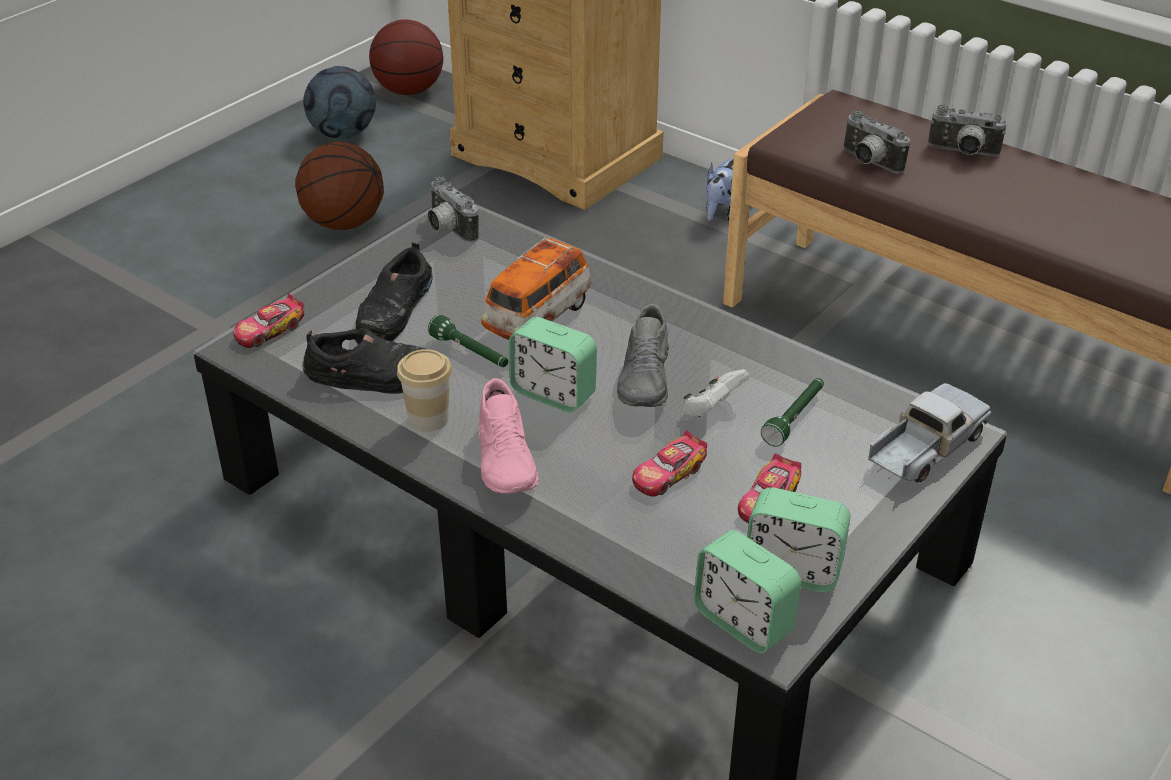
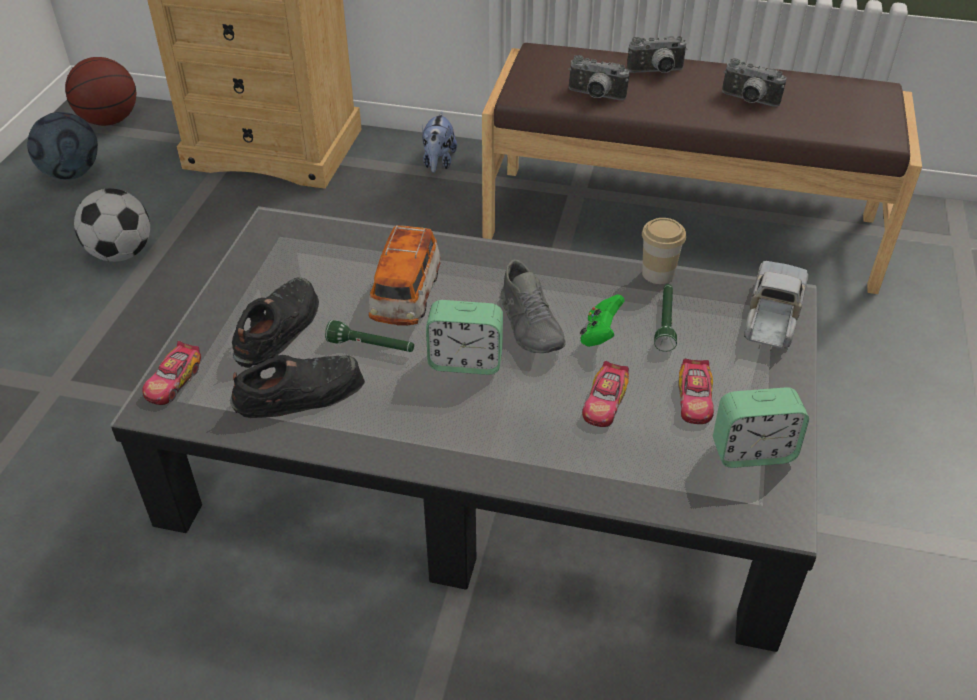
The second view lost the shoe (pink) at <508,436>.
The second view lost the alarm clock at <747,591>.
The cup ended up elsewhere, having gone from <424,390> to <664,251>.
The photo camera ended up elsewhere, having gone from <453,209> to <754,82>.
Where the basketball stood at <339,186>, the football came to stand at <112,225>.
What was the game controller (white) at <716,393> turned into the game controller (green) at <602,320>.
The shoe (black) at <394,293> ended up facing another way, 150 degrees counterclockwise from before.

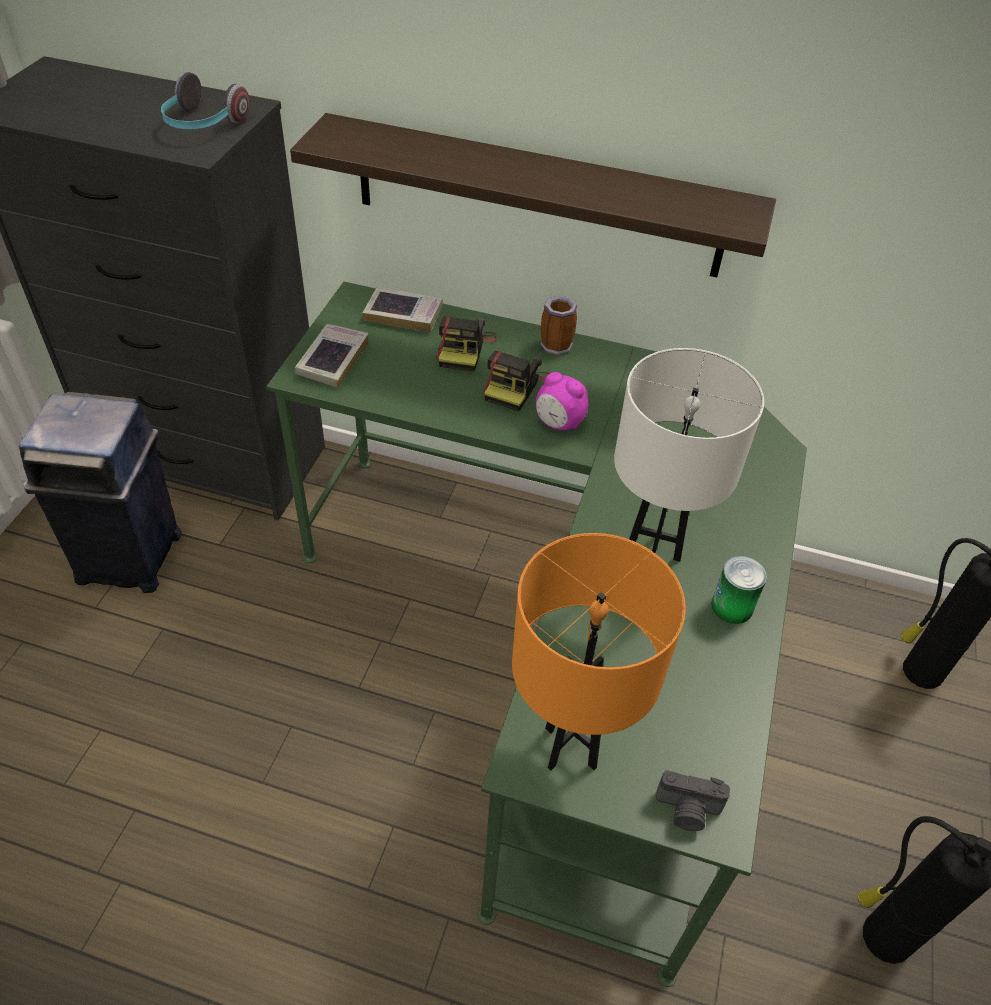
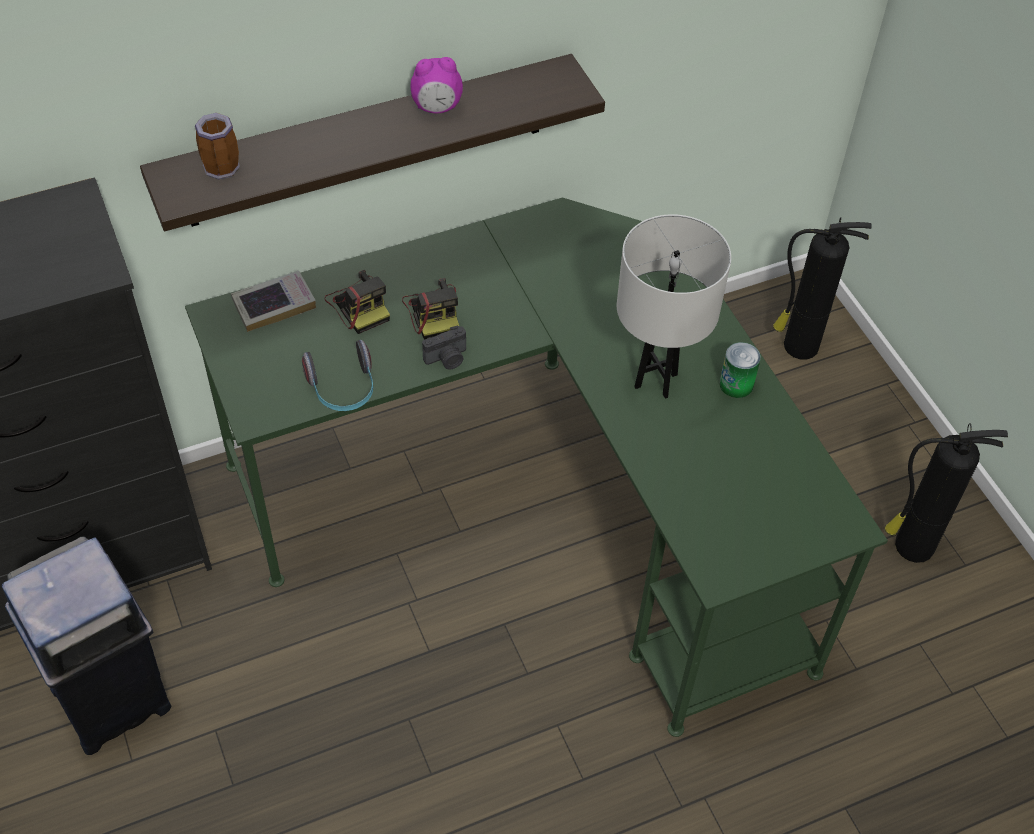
The second view lost the book at <332,356>.
The second view lost the table lamp (orange) at <599,651>.
The headphones ended up elsewhere, having gone from <205,100> to <337,375>.
The alarm clock ended up elsewhere, having gone from <562,401> to <437,85>.
The mug ended up elsewhere, having gone from <558,325> to <217,146>.
The photo camera ended up elsewhere, having gone from <693,800> to <444,347>.

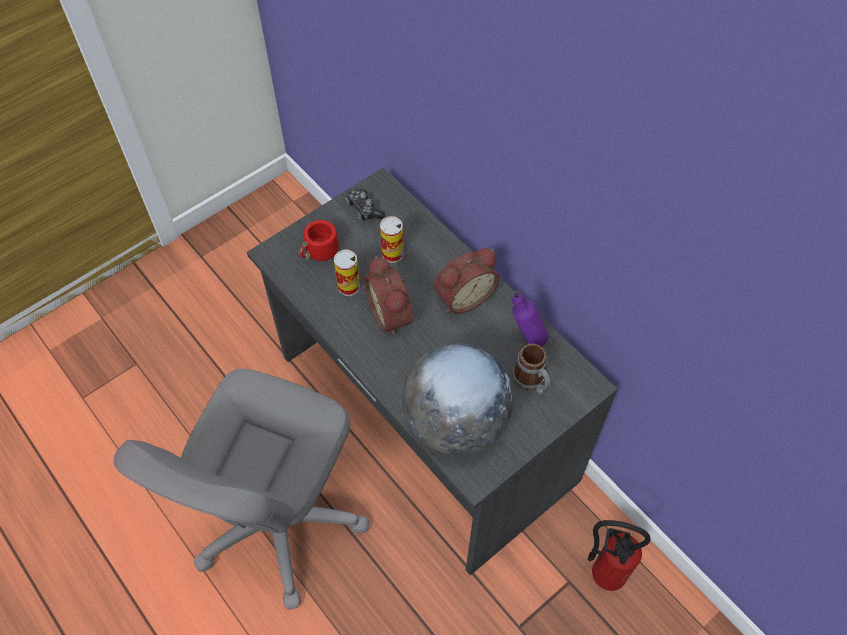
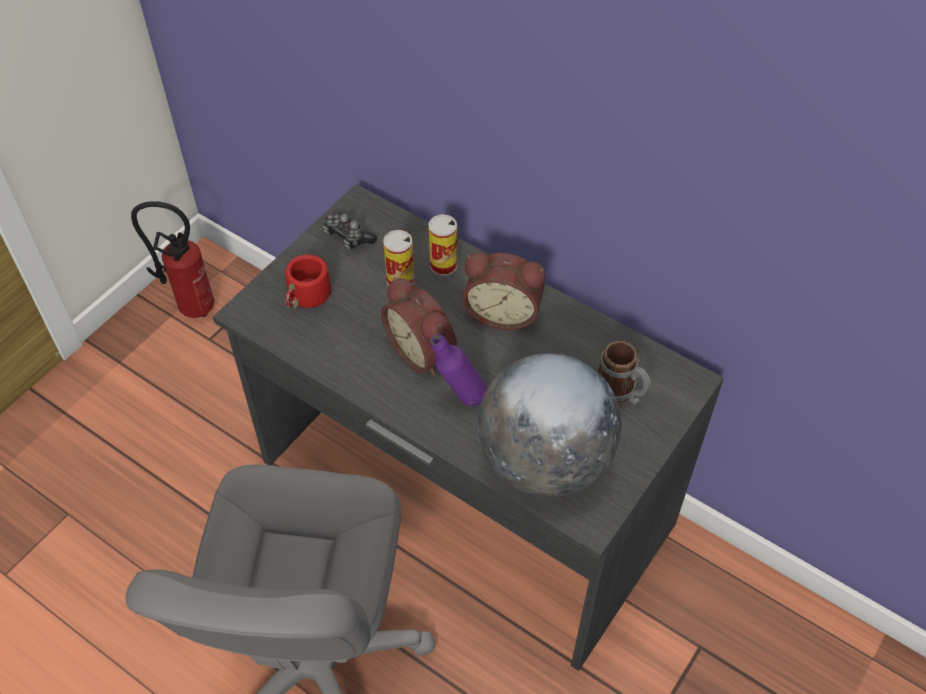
The can ended up elsewhere, having gone from <347,273> to <442,245>.
The bottle (purple) ended up elsewhere, having gone from <529,318> to <458,370>.
The fire extinguisher ended up elsewhere, having gone from <619,555> to <172,259>.
The alarm clock at <466,281> ended up facing another way, 60 degrees clockwise from before.

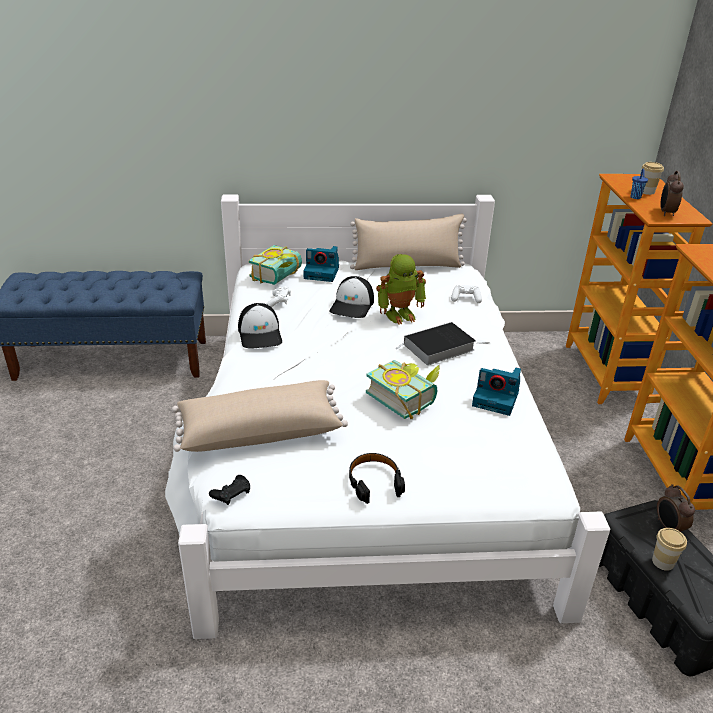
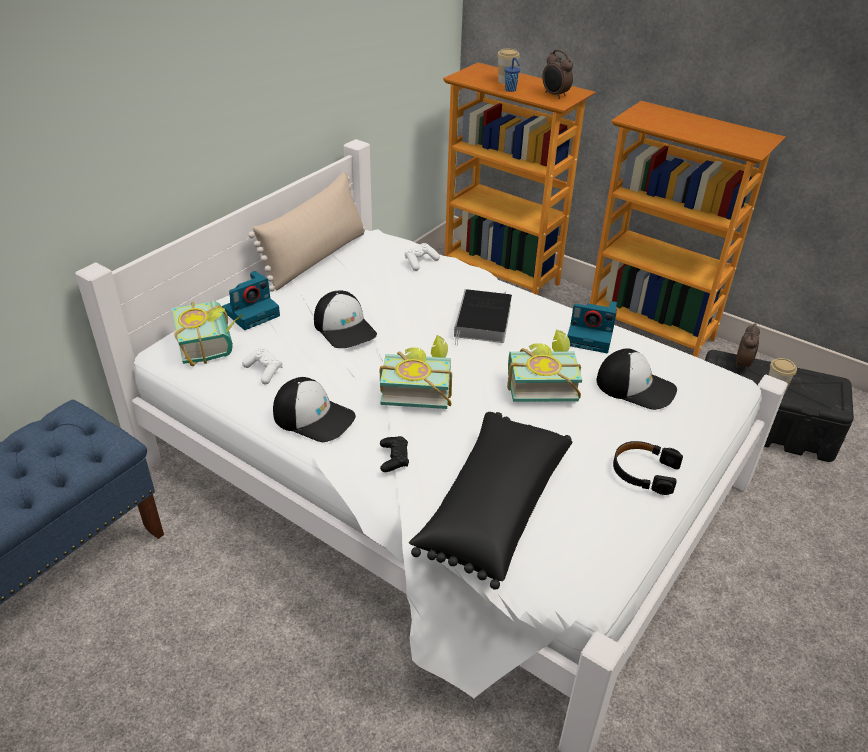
The second view lost the toy robot at <401,289>.
The second view gained the book at <416,372>.
The second view gained the cap at <637,379>.
The game controller (black) ended up elsewhere, having gone from <229,490> to <394,454>.
What was the pillow (beige) at <260,416> turned into the pillow (black) at <491,501>.
The photo camera at <496,391> ended up facing another way, 45 degrees clockwise from before.
The alarm clock at <676,508> ended up facing another way, 90 degrees counterclockwise from before.

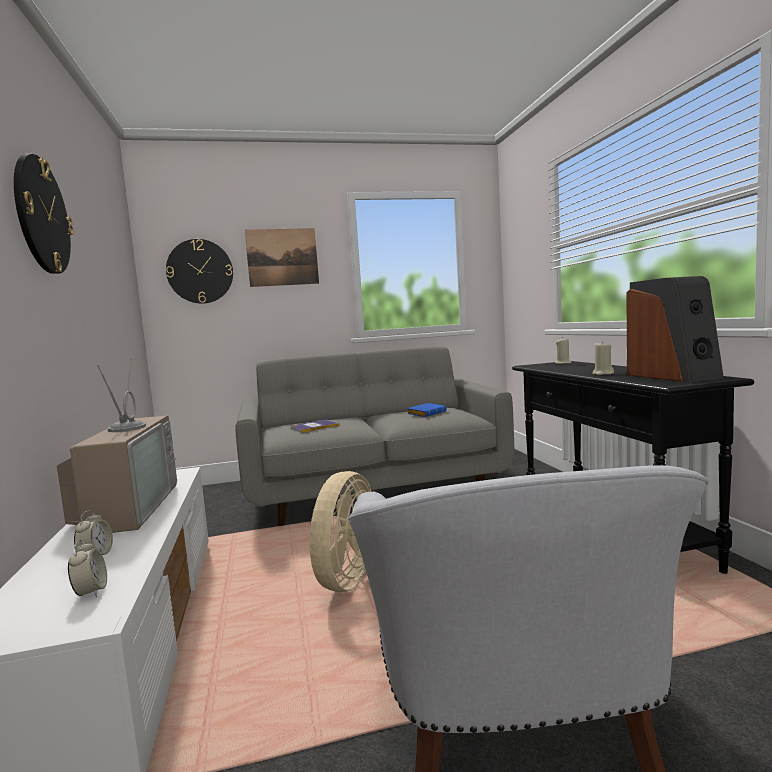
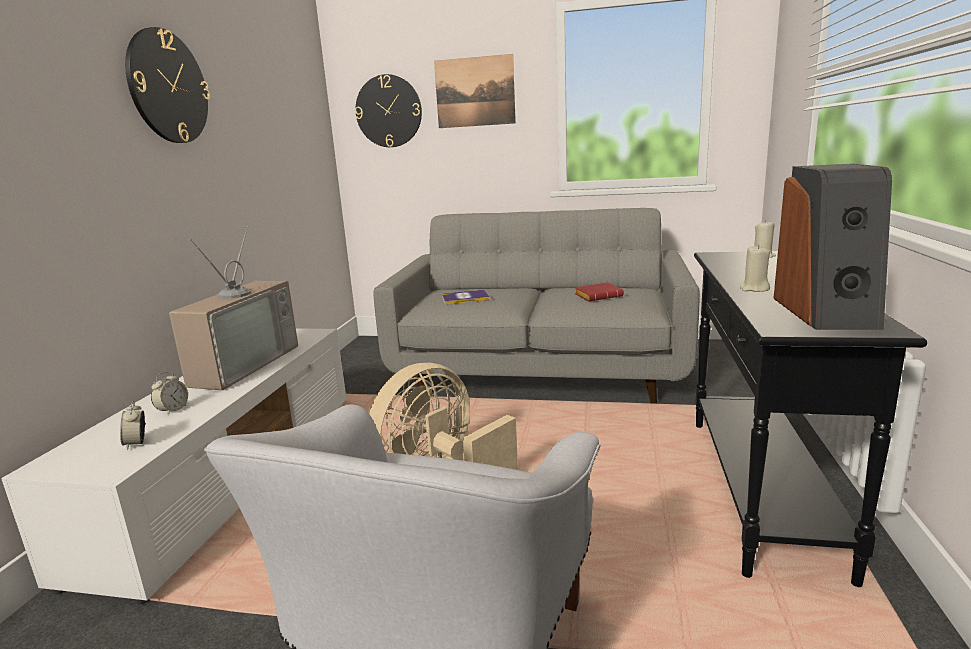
What was the book (blue) at <426,410> turned into the book (red) at <599,291>.
The alarm clock at <87,568> ended up facing another way, 150 degrees clockwise from before.

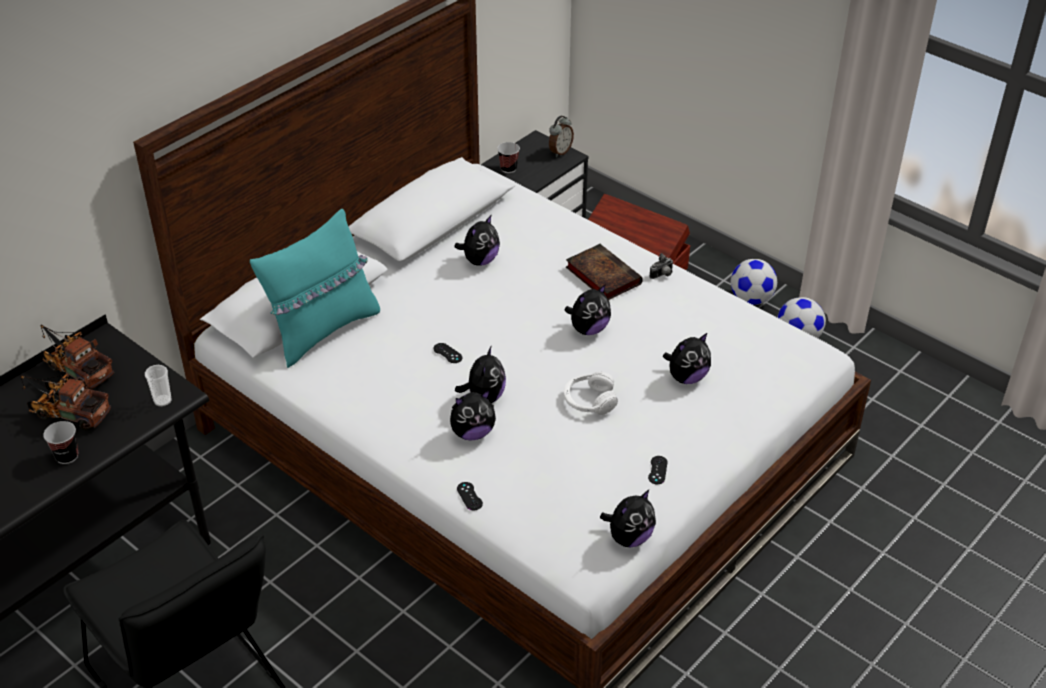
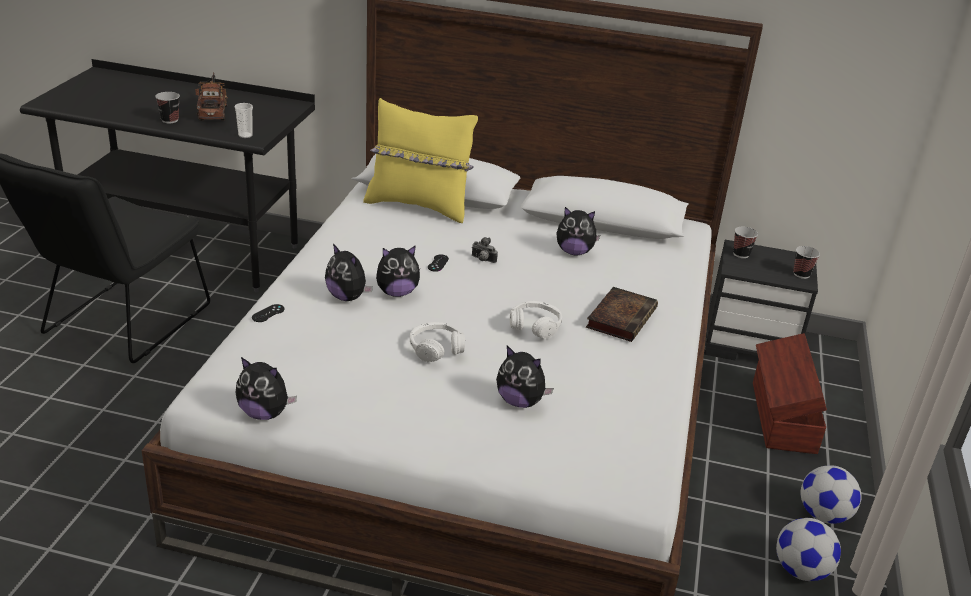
The second view lost the toy truck at <77,357>.
The second view lost the game controller (black) at <658,470>.
The photo camera ended up elsewhere, having gone from <661,266> to <484,250>.
Where the alarm clock stood at <561,136>, the cup came to stand at <806,262>.
Where the plush toy stood at <587,309>, the headphones (white) came to stand at <536,320>.
What was the pillow (turquoise) at <315,288> turned into the pillow (yellow) at <420,160>.

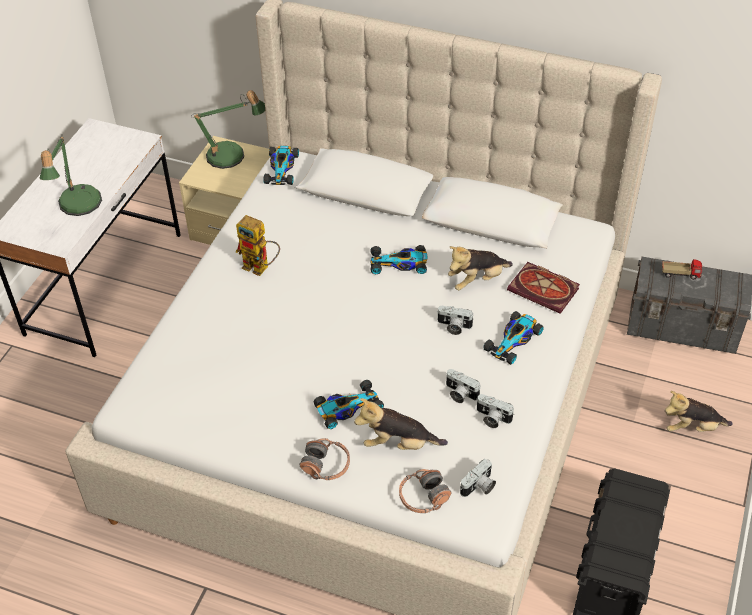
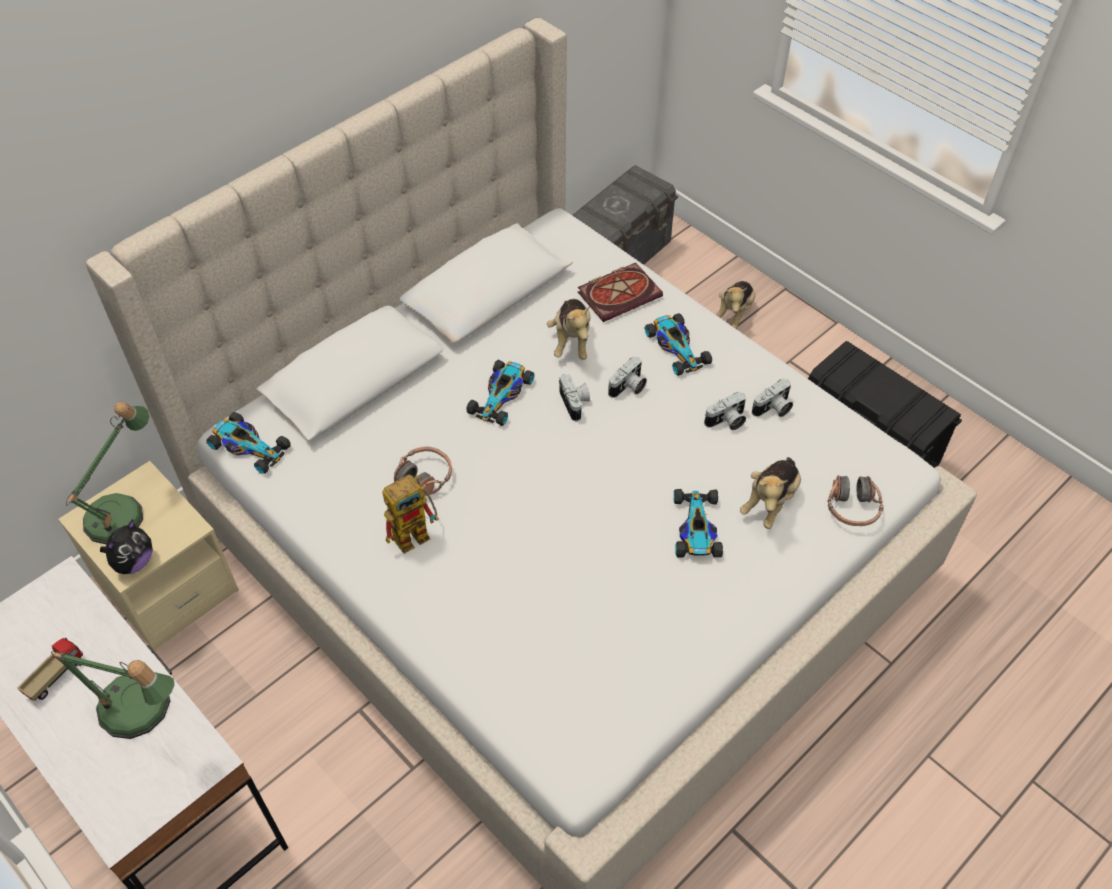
The second view gained the plush toy at <126,546>.
The headphones ended up elsewhere, having gone from <325,459> to <423,471>.
The photo camera ended up elsewhere, having gone from <478,478> to <574,397>.
The toy truck ended up elsewhere, having gone from <682,269> to <50,669>.

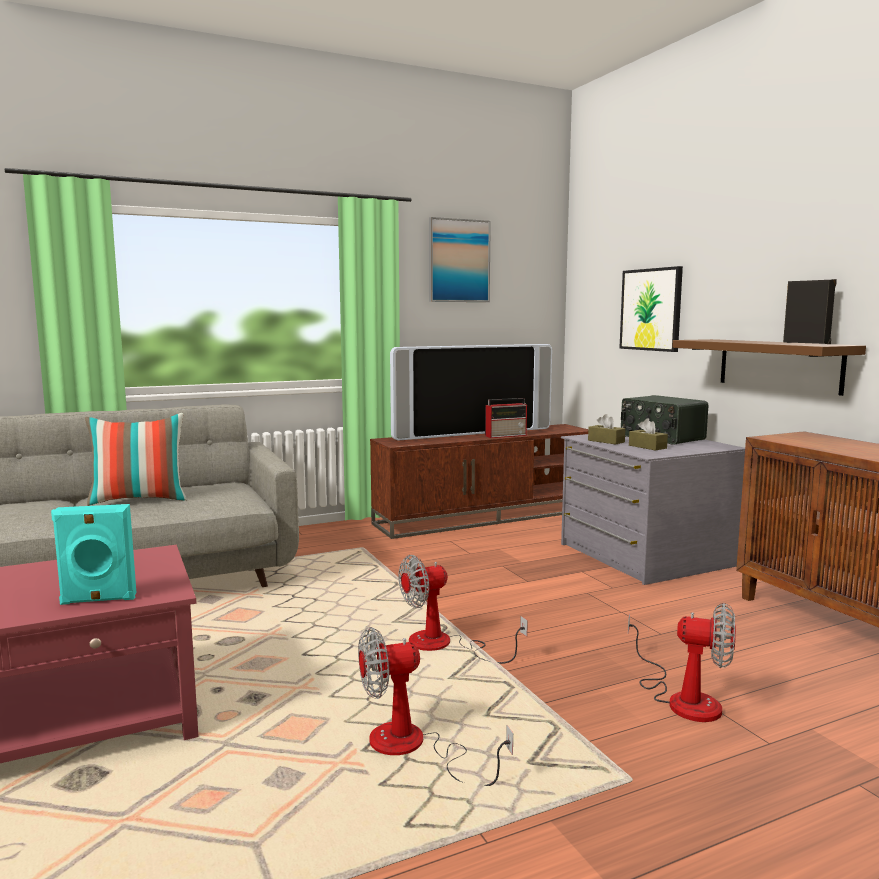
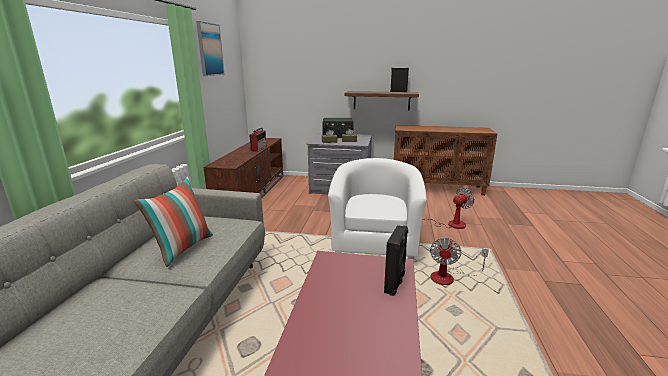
The second view lost the television at <471,392>.
The second view lost the picture at <651,309>.
Where the fan stood at <463,609>, the armchair (white) came to stand at <377,209>.
What was the speaker (turquoise) at <93,554> turned into the speaker (black) at <396,260>.

